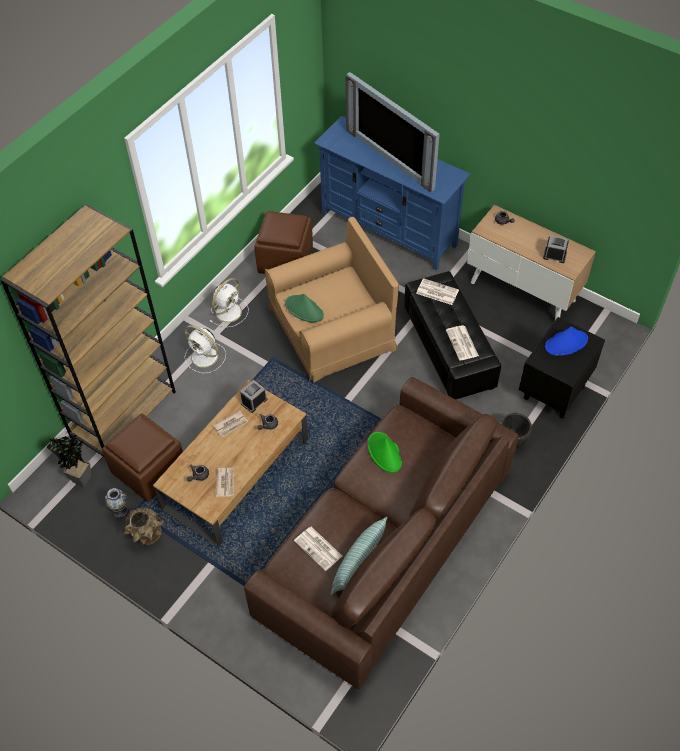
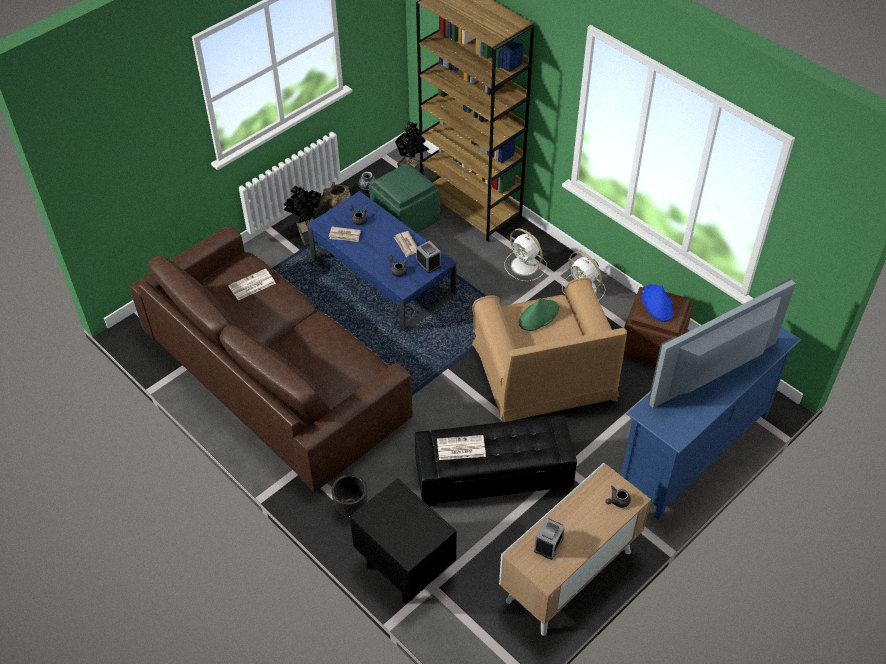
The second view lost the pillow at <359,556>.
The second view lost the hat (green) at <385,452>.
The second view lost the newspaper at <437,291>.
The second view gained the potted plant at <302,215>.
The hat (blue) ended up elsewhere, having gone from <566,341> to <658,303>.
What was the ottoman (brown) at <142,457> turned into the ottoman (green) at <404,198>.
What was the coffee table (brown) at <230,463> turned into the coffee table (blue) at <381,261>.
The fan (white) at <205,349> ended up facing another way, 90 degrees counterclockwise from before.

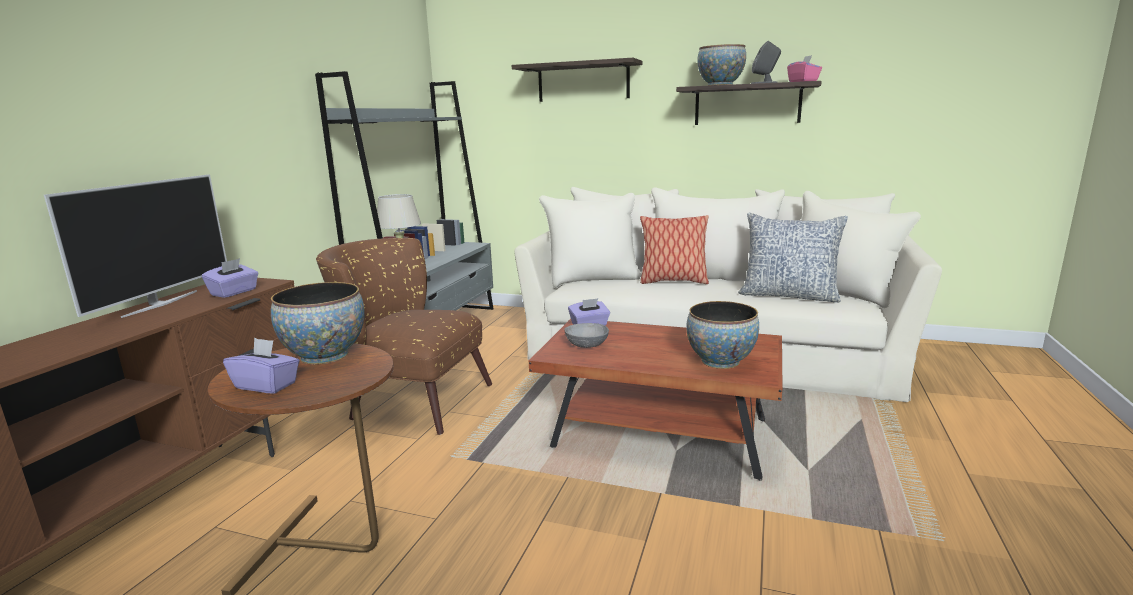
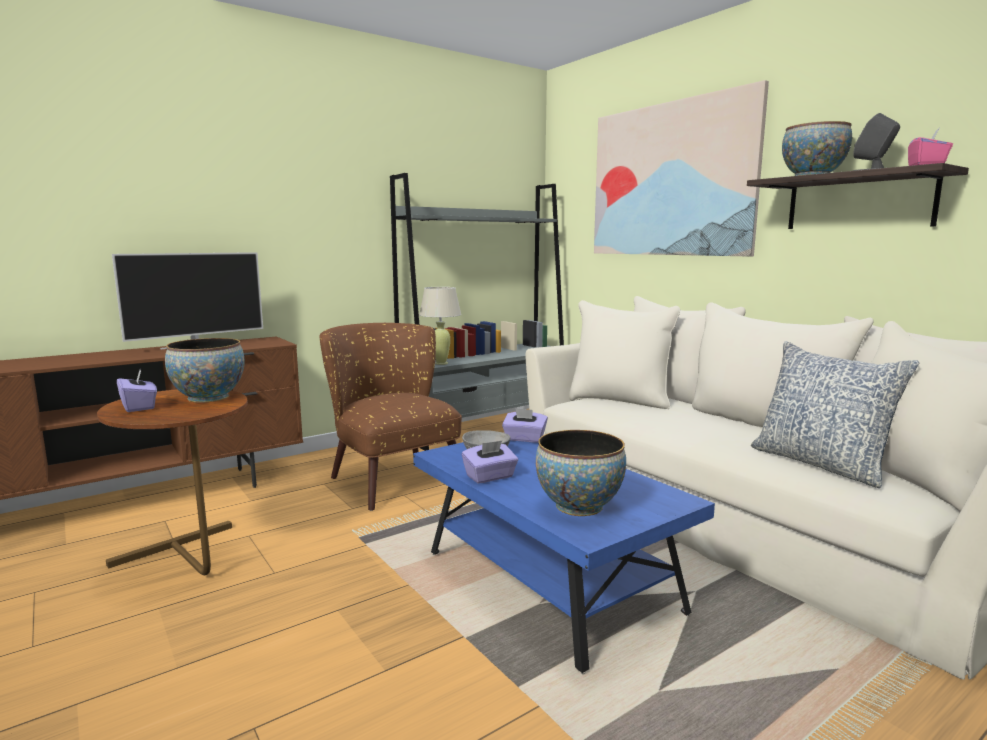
The second view lost the pillow at <674,249>.
The tissue box (purple) ended up elsewhere, having gone from <230,278> to <490,462>.
Where the shelf hung at <577,80>, the picture came to hang at <681,168>.
What was the coffee table (brown) at <656,400> turned into the coffee table (blue) at <564,557>.

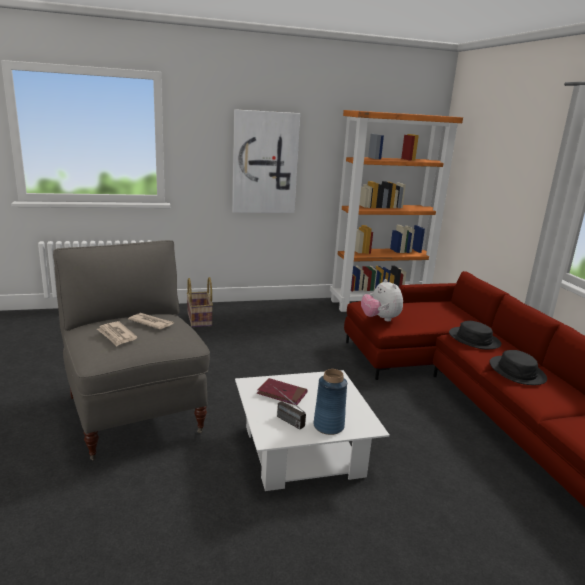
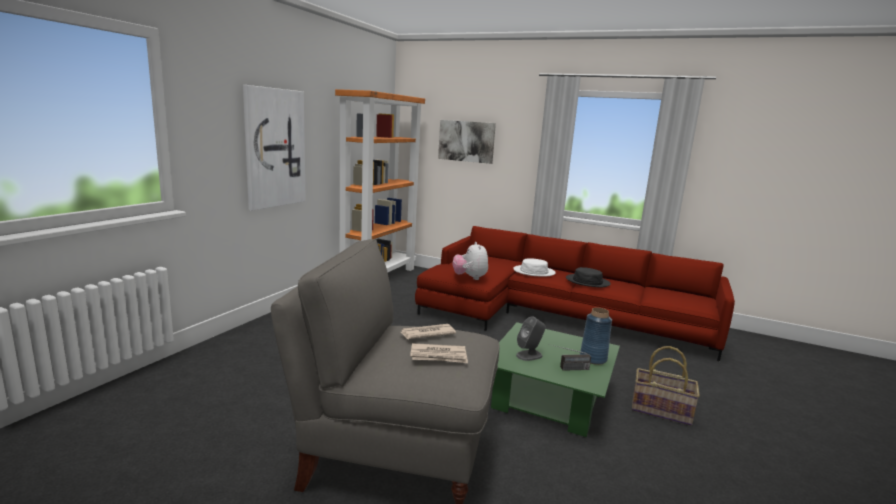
The second view gained the picture at <467,142>.
The basket ended up elsewhere, having gone from <200,302> to <666,386>.
Where the book (red) stood at <282,391>, the speaker (grey) came to stand at <531,338>.
What was the coffee table (white) at <312,430> turned into the coffee table (green) at <555,379>.
What was the hat (black) at <475,335> turned into the hat (white) at <534,267>.
The plush toy at <382,300> ended up facing another way, 60 degrees clockwise from before.

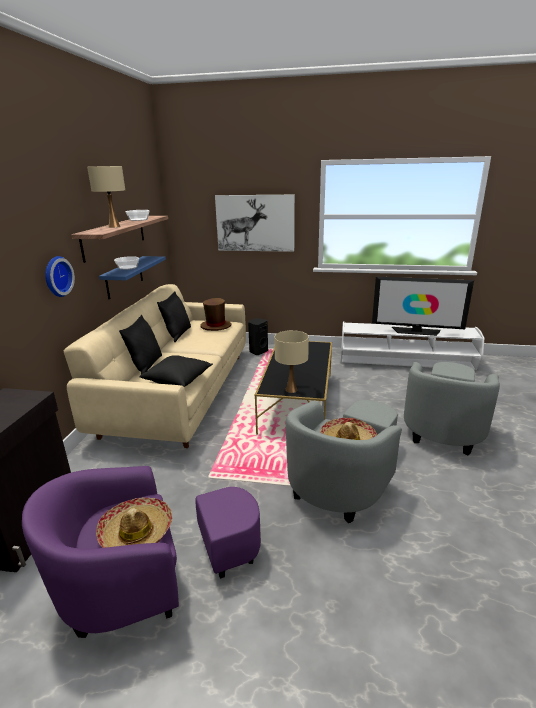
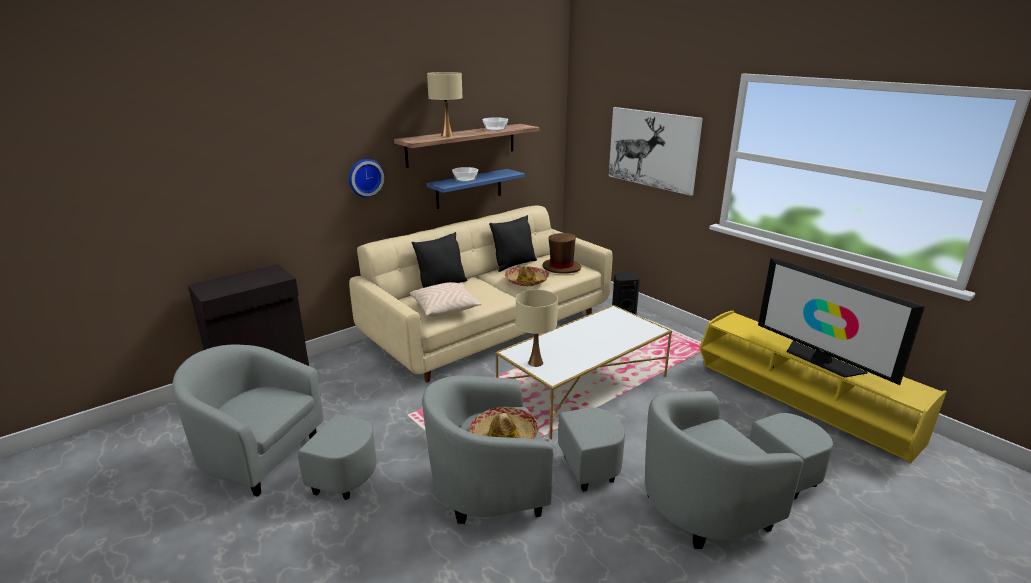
The hat ended up elsewhere, having gone from <134,522> to <527,275>.
What was the armchair (purple) at <141,552> turned into the armchair (grey) at <274,422>.
What was the pillow (black) at <176,371> turned into the pillow (beige) at <446,299>.
What was the coffee table (black) at <293,388> turned into the coffee table (white) at <583,372>.
What was the tv stand (white) at <412,346> turned into the tv stand (yellow) at <823,386>.

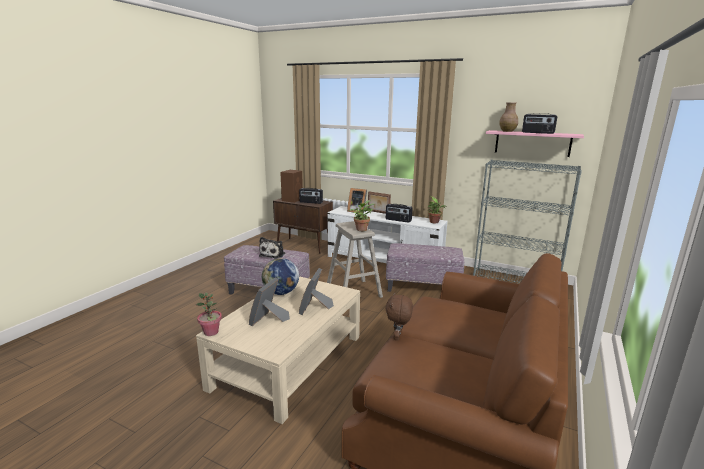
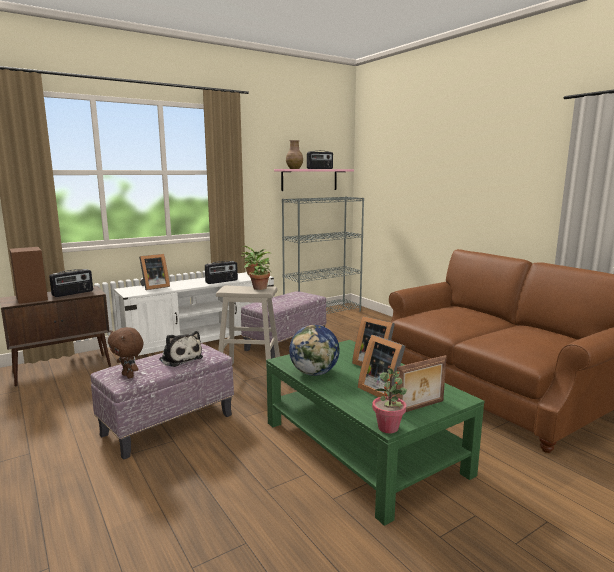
The picture frame ended up elsewhere, having gone from <379,202> to <421,383>.
The plush toy (brown) ended up elsewhere, having gone from <399,316> to <126,352>.
What was the coffee table (beige) at <278,350> turned into the coffee table (green) at <375,433>.

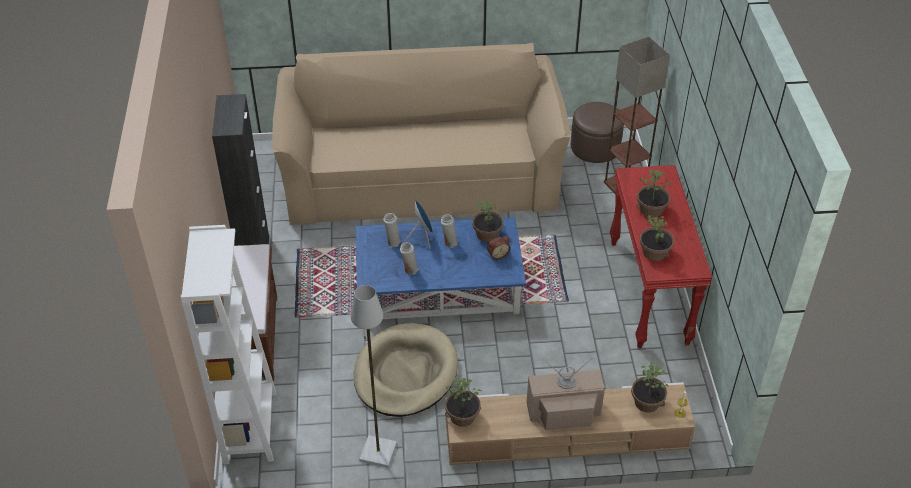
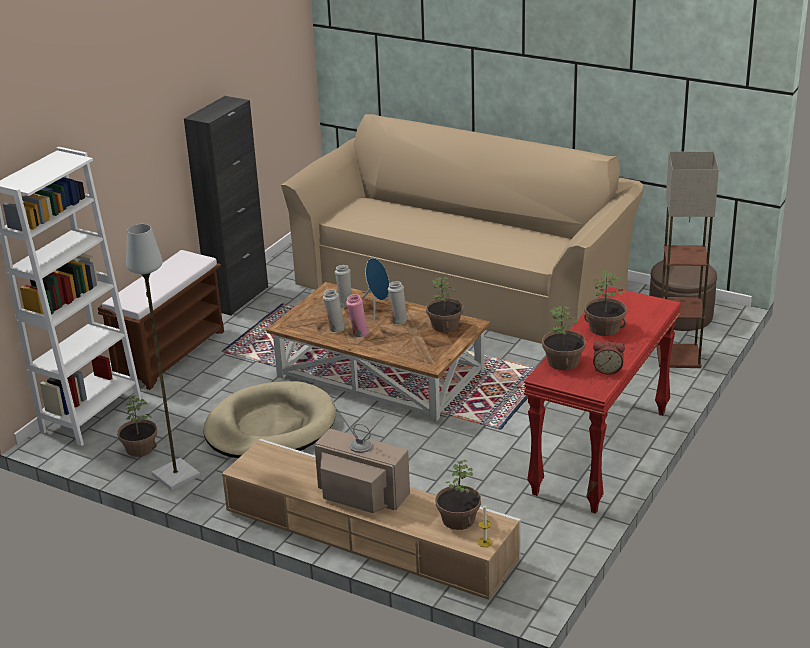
The second view gained the vase (pink) at <357,315>.
The potted plant ended up elsewhere, having gone from <463,402> to <137,426>.
The alarm clock ended up elsewhere, having gone from <499,248> to <609,358>.
What was the coffee table (blue) at <440,268> turned into the coffee table (brown) at <378,352>.

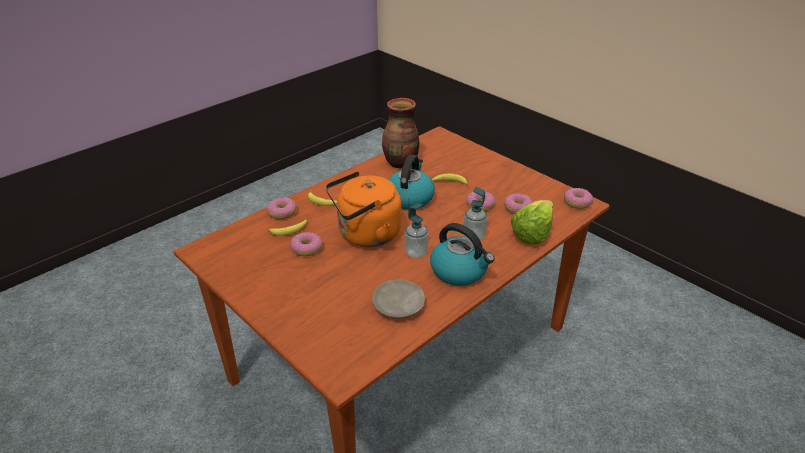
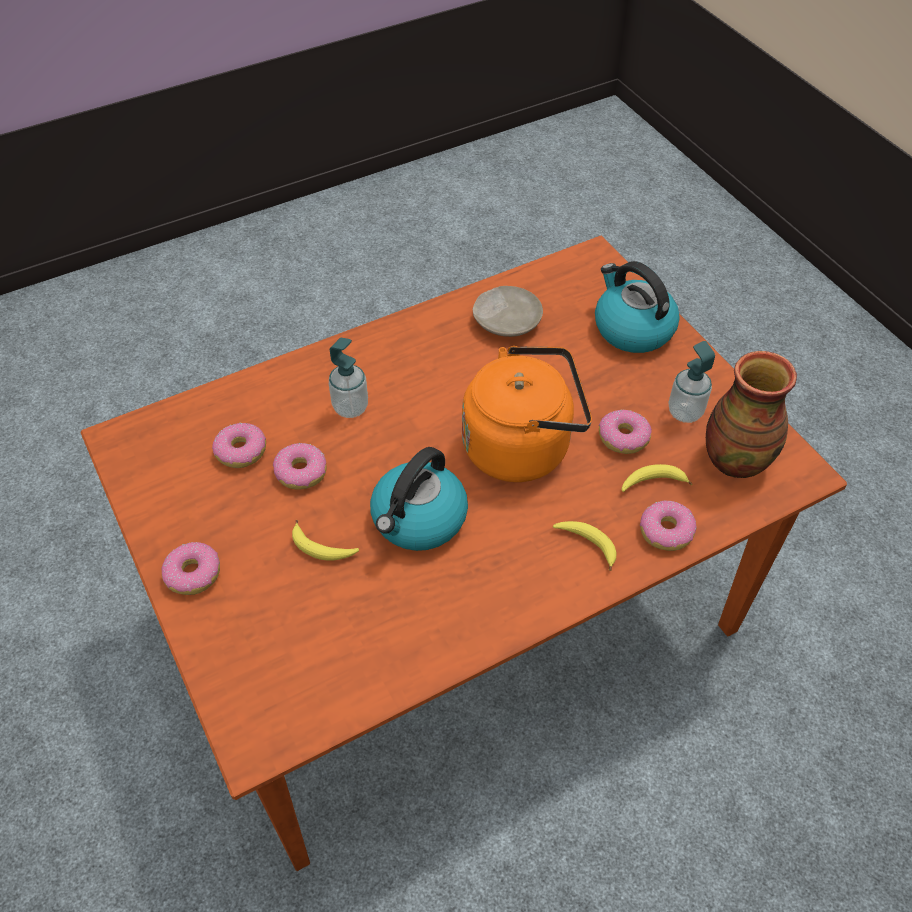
The second view lost the lettuce at <532,222>.
The vase ended up elsewhere, having gone from <400,133> to <751,414>.
The soap dispenser ended up elsewhere, having gone from <416,230> to <692,382>.
The kettle ended up elsewhere, having gone from <462,254> to <637,307>.
The donut ended up elsewhere, having gone from <578,198> to <190,568>.

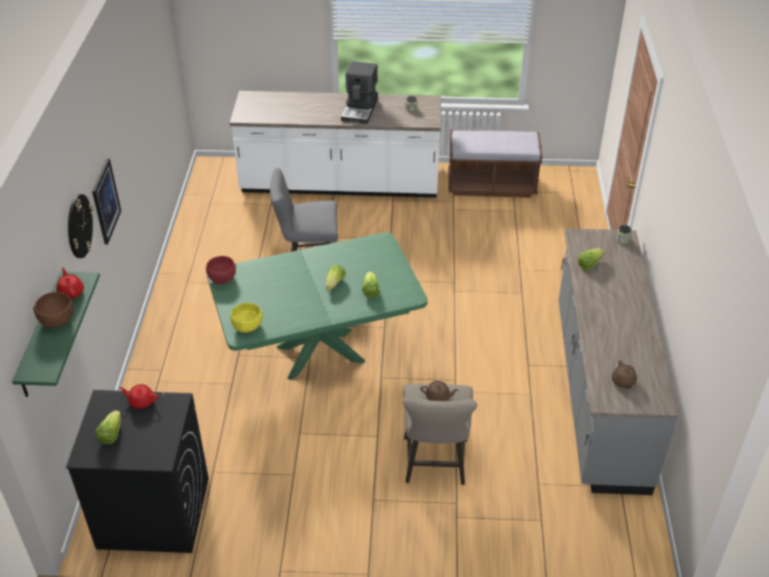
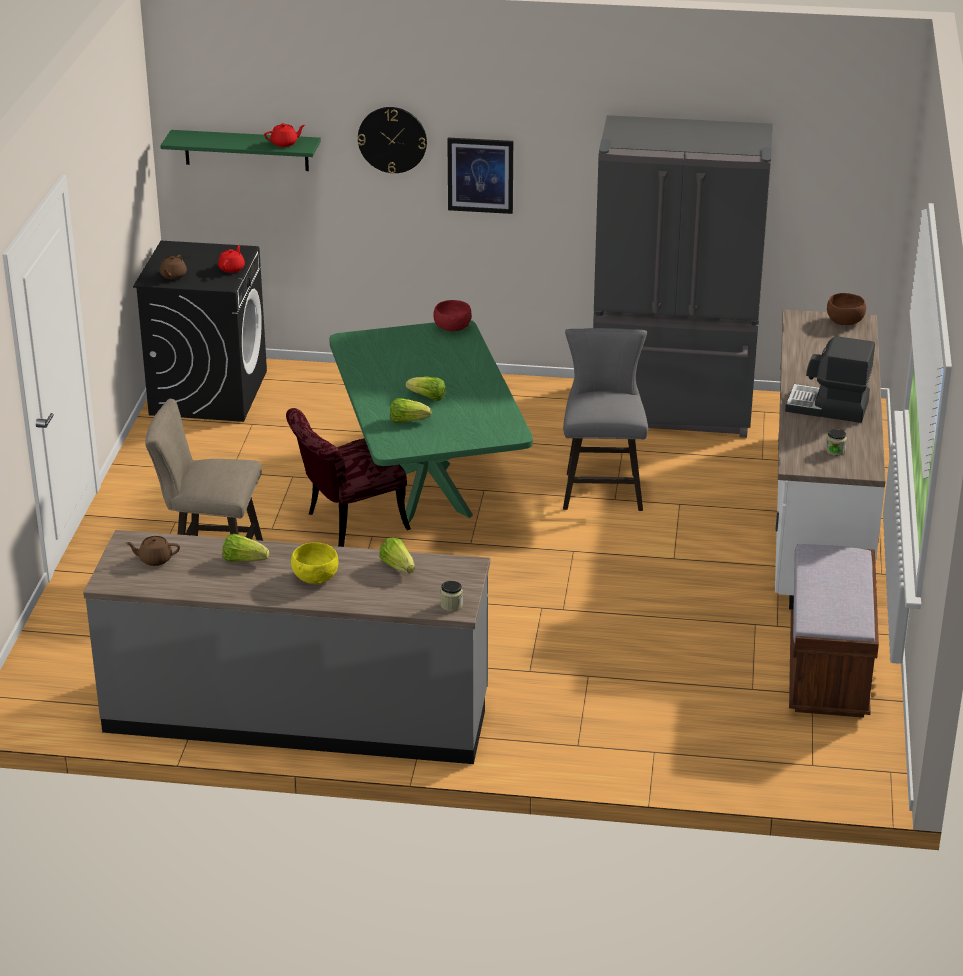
The second view gained the chair (red) at <348,477>.
The second view gained the fridge (grey) at <683,276>.
The bowl (brown) ended up elsewhere, having gone from <53,310> to <846,309>.
The lettuce ended up elsewhere, having gone from <108,427> to <245,548>.
The bowl (yellow) ended up elsewhere, having gone from <246,317> to <314,563>.
The teapot (brown) ended up elsewhere, having gone from <439,391> to <173,267>.

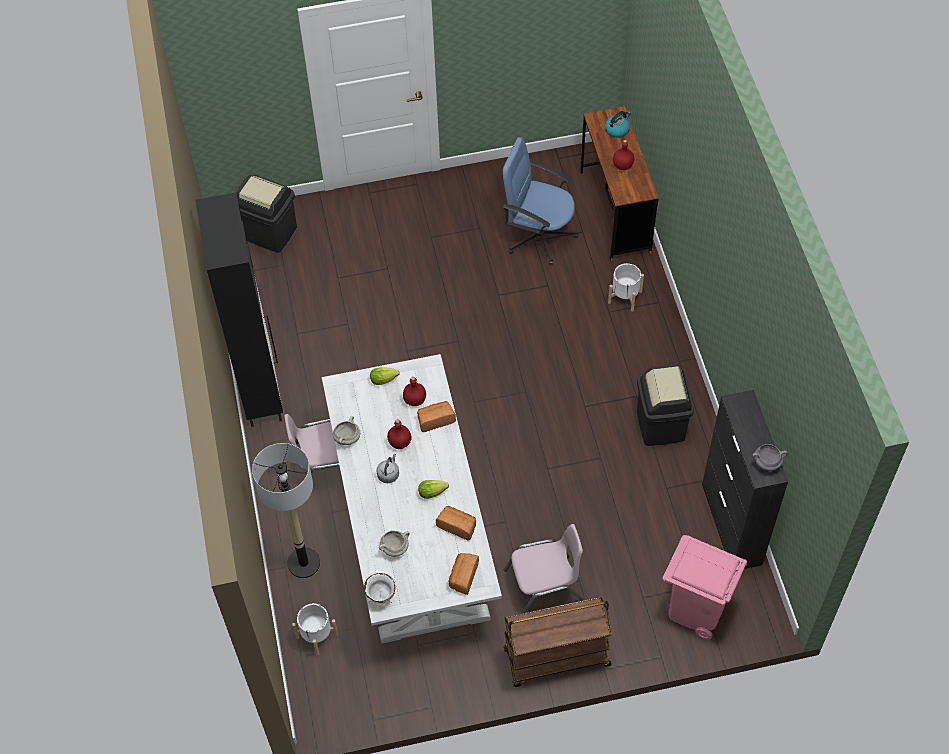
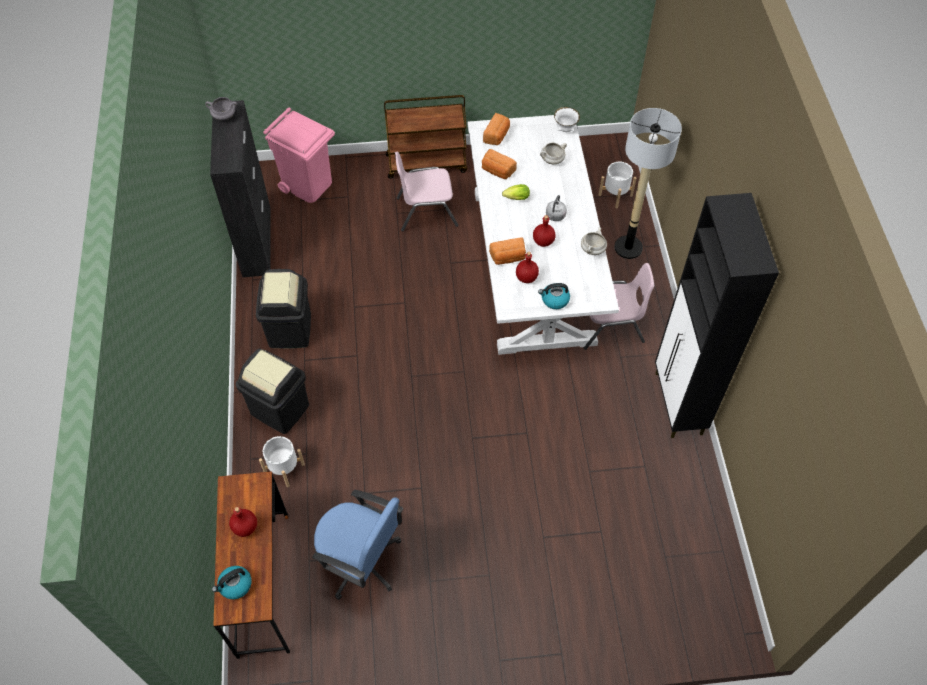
The trash can (black) ended up elsewhere, having gone from <267,214> to <272,391>.
Where the lettuce stood at <385,376>, the kettle came to stand at <554,296>.

